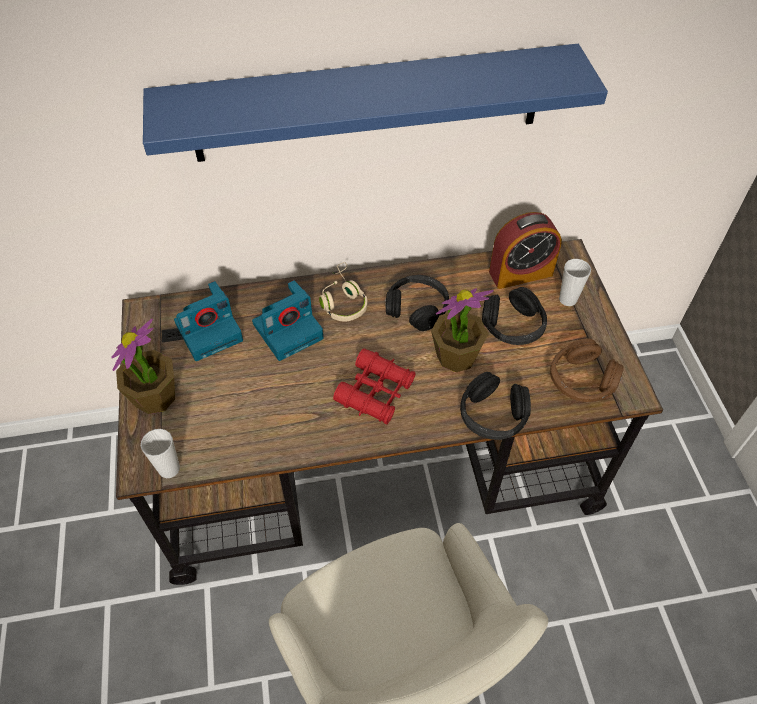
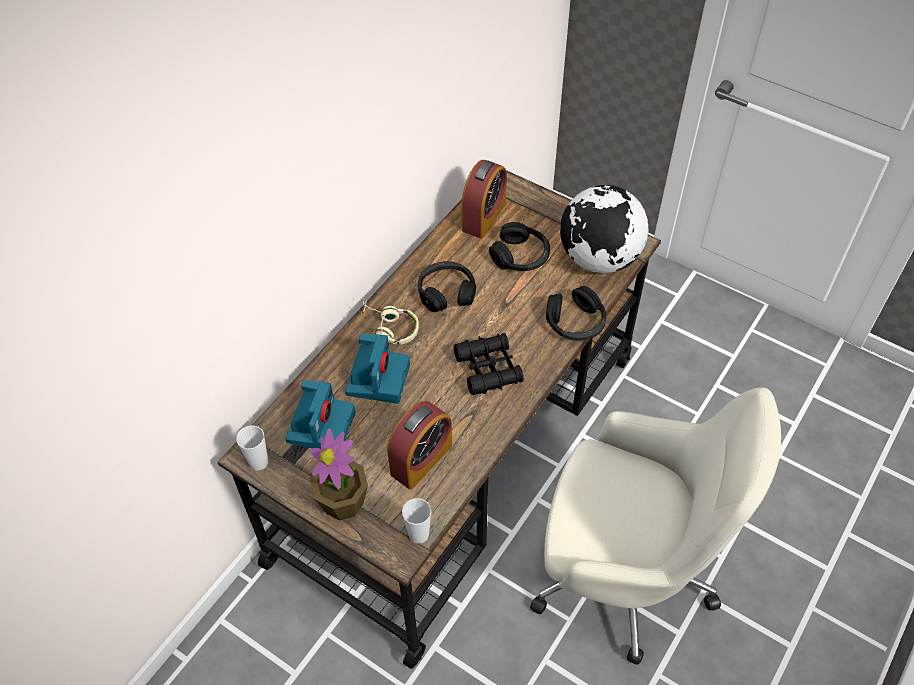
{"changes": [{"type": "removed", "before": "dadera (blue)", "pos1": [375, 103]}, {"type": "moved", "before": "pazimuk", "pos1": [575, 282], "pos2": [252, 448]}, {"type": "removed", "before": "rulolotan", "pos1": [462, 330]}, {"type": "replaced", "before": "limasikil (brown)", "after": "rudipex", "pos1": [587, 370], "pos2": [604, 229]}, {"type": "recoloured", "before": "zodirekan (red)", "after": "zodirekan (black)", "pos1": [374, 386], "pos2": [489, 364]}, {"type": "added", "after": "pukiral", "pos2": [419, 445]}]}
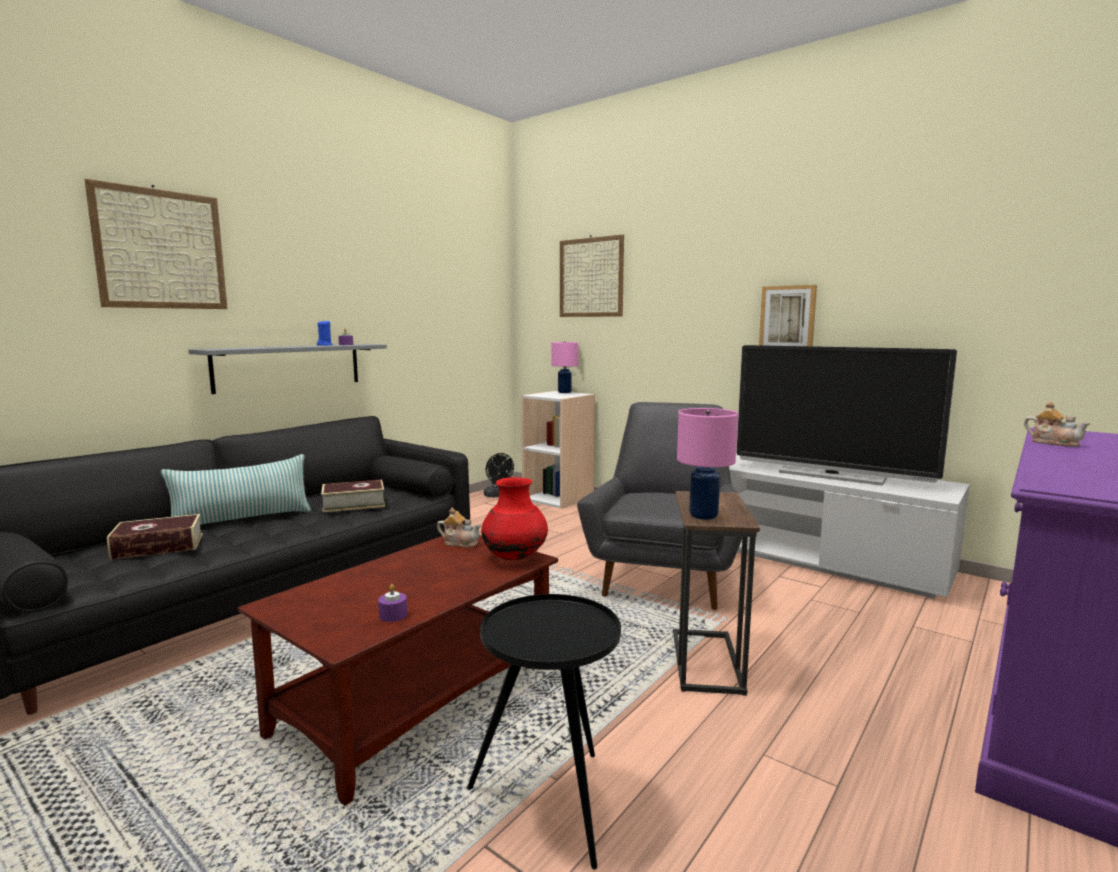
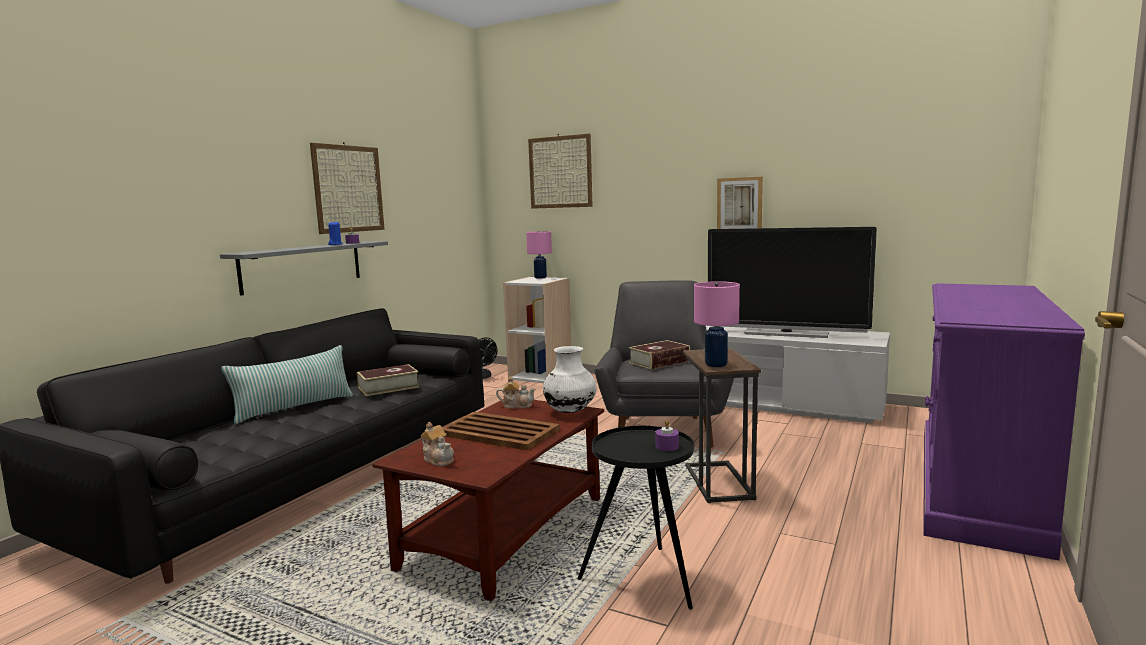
{"changes": [{"type": "moved", "before": "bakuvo", "pos1": [156, 244], "pos2": [347, 188]}, {"type": "moved", "before": "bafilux", "pos1": [1057, 424], "pos2": [437, 444]}, {"type": "recoloured", "before": "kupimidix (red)", "after": "kupimidix (white)", "pos1": [514, 518], "pos2": [570, 379]}, {"type": "moved", "before": "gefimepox", "pos1": [155, 537], "pos2": [659, 355]}, {"type": "moved", "before": "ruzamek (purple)", "pos1": [392, 603], "pos2": [667, 435]}, {"type": "added", "after": "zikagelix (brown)", "pos2": [501, 431]}]}
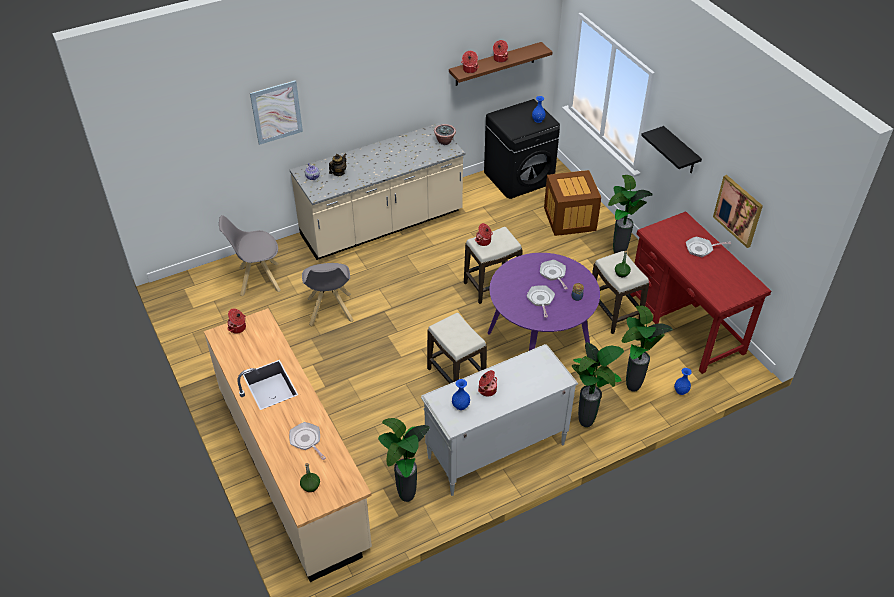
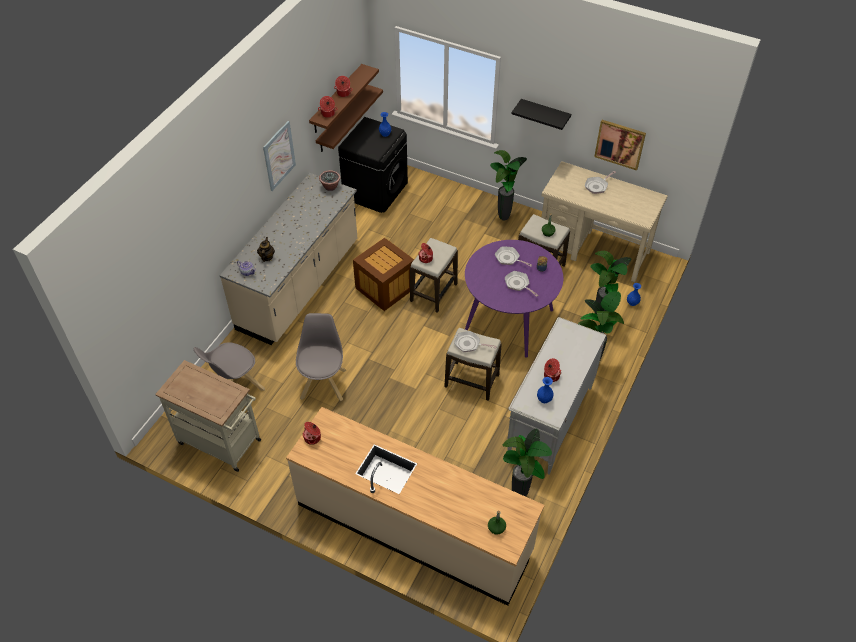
{"changes": [{"type": "moved", "before": "bakuvo", "pos1": [276, 112], "pos2": [279, 156]}, {"type": "moved", "before": "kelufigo", "pos1": [572, 203], "pos2": [383, 274]}, {"type": "recoloured", "before": "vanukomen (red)", "after": "vanukomen (beige)", "pos1": [700, 292], "pos2": [604, 221]}, {"type": "turned", "before": "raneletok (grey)", "pos1": [327, 294], "pos2": [321, 357], "turn": -135}, {"type": "moved", "before": "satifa", "pos1": [307, 441], "pos2": [475, 341]}, {"type": "added", "after": "dadera (brown)", "pos2": [349, 118]}, {"type": "added", "after": "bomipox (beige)", "pos2": [208, 416]}]}
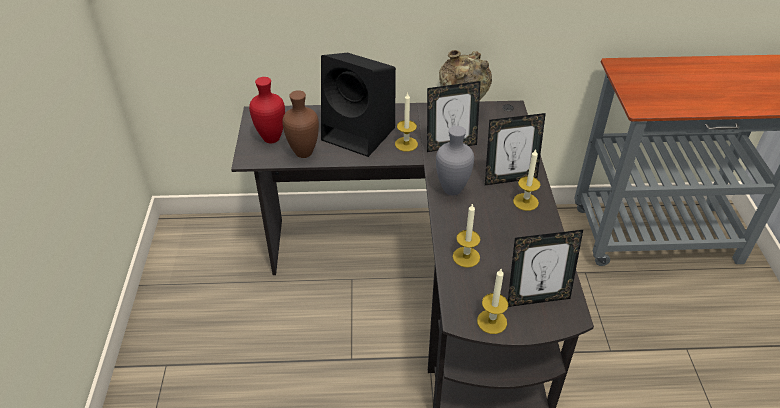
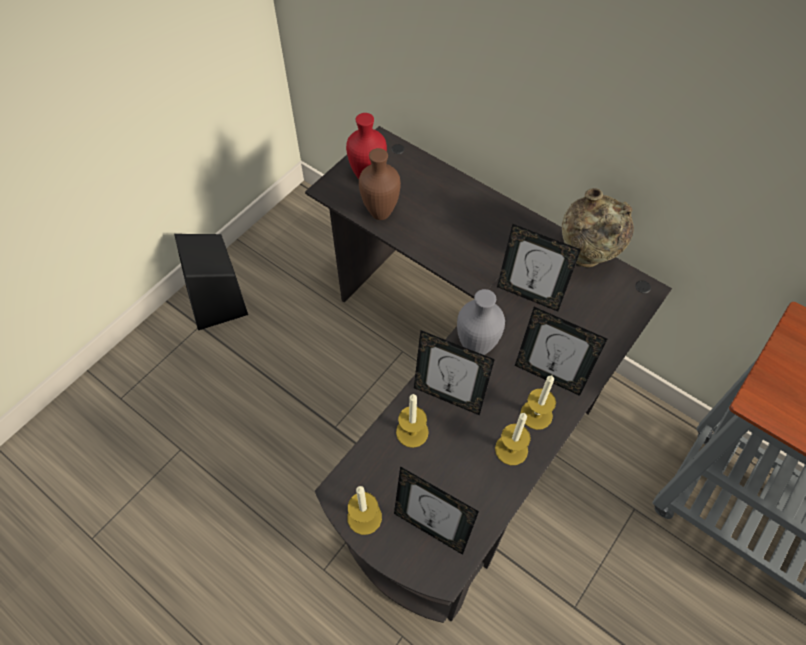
{"changes": [{"type": "moved", "before": "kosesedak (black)", "pos1": [358, 105], "pos2": [211, 282]}, {"type": "moved", "before": "ruzamek", "pos1": [406, 122], "pos2": [513, 438]}, {"type": "added", "after": "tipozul", "pos2": [454, 372]}]}
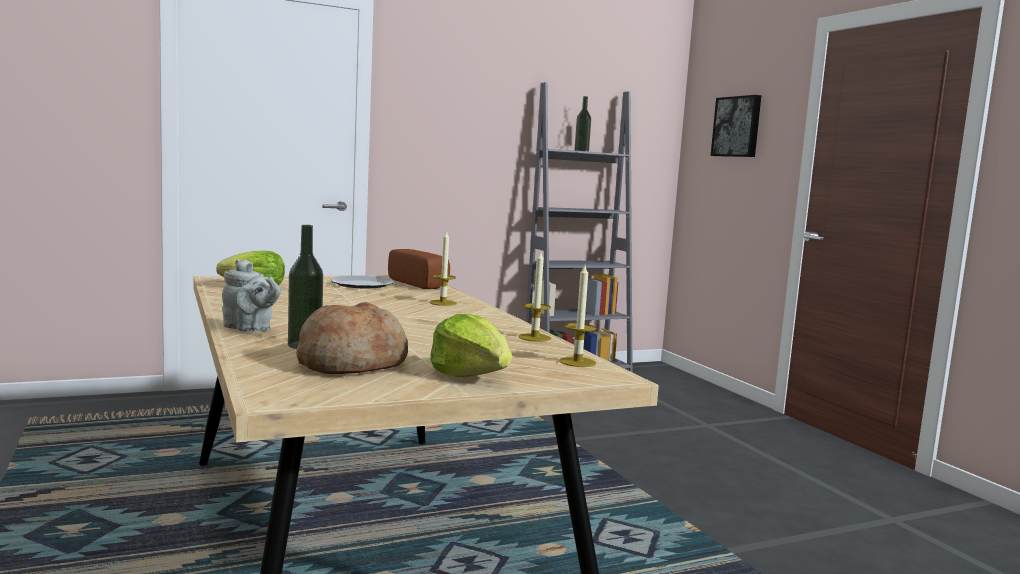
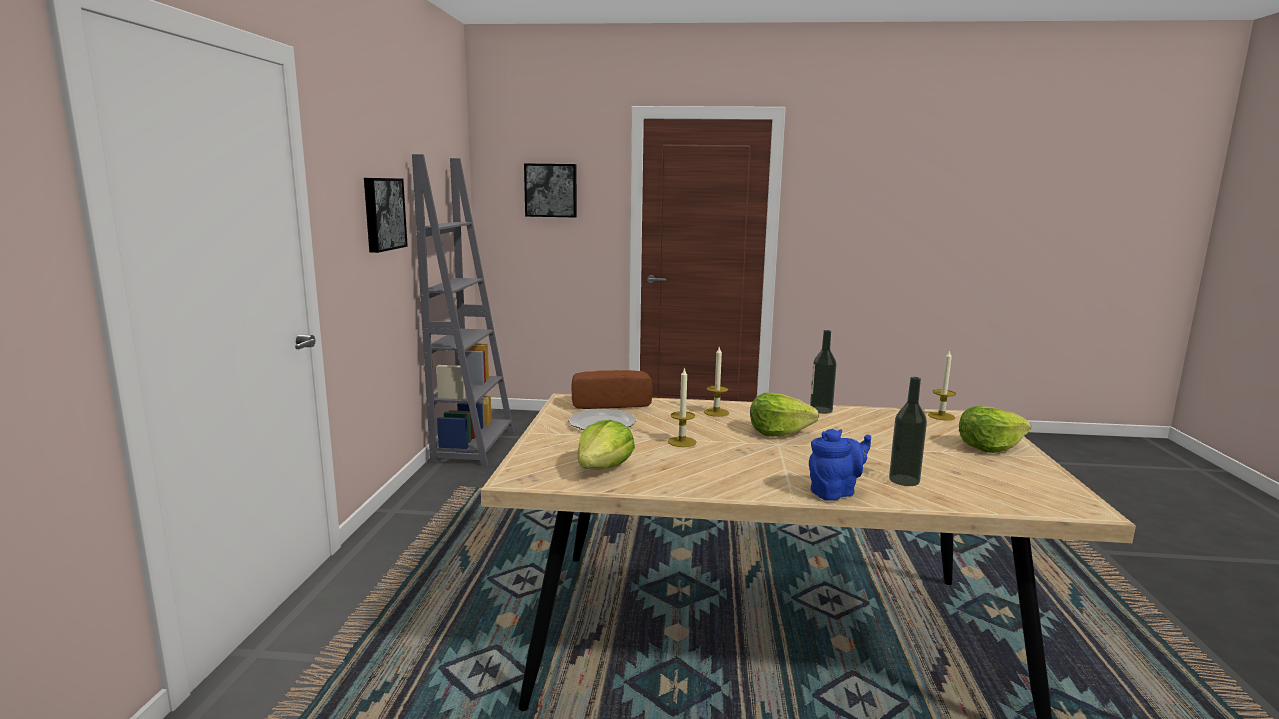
{"changes": [{"type": "moved", "before": "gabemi", "pos1": [582, 123], "pos2": [823, 372]}, {"type": "moved", "before": "ruzamek", "pos1": [535, 296], "pos2": [682, 407]}, {"type": "recoloured", "before": "bafilux (grey)", "after": "bafilux (blue)", "pos1": [251, 295], "pos2": [840, 465]}, {"type": "removed", "before": "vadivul", "pos1": [352, 338]}, {"type": "added", "after": "bakuvo", "pos2": [386, 215]}, {"type": "added", "after": "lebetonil", "pos2": [784, 414]}]}
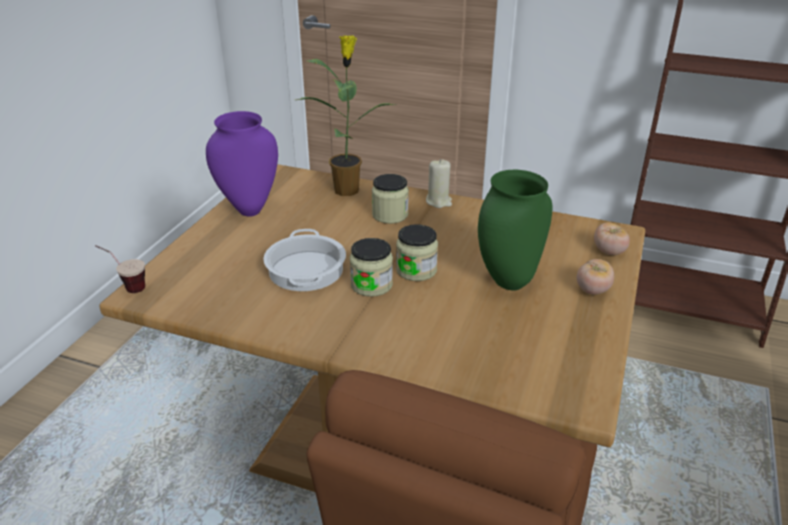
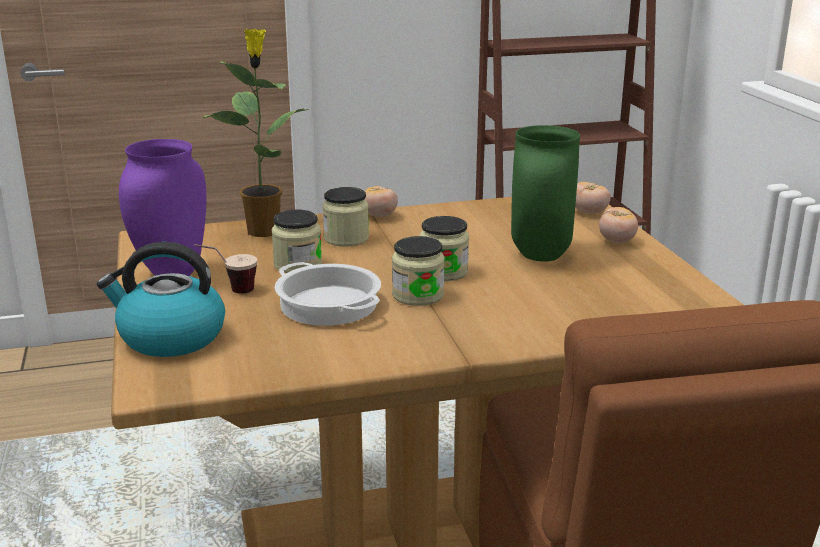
{"changes": [{"type": "replaced", "before": "ruzamek (beige)", "after": "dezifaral", "pos1": [439, 183], "pos2": [381, 202]}, {"type": "moved", "before": "pazimuk", "pos1": [120, 269], "pos2": [226, 269]}, {"type": "added", "after": "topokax", "pos2": [296, 241]}, {"type": "added", "after": "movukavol", "pos2": [161, 299]}]}
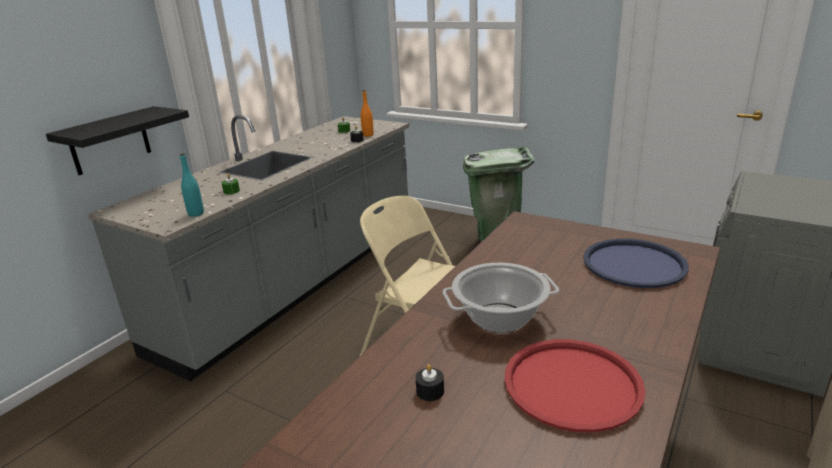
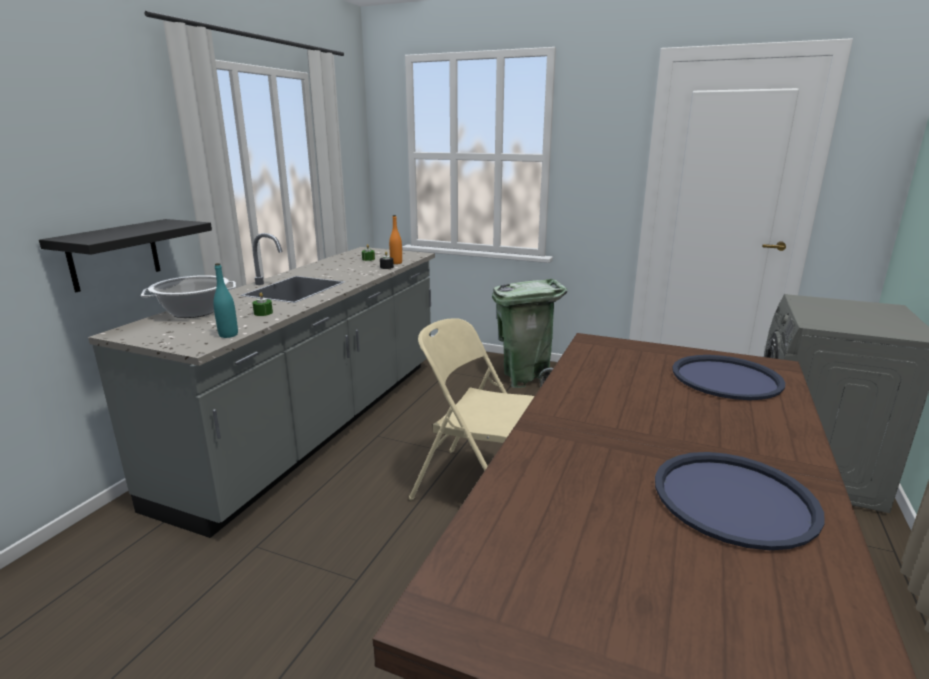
{"changes": [{"type": "moved", "before": "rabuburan", "pos1": [500, 298], "pos2": [188, 296]}, {"type": "recoloured", "before": "zikagelix (red)", "after": "zikagelix (blue)", "pos1": [575, 386], "pos2": [740, 501]}, {"type": "removed", "before": "ruzamek (black)", "pos1": [429, 382]}]}
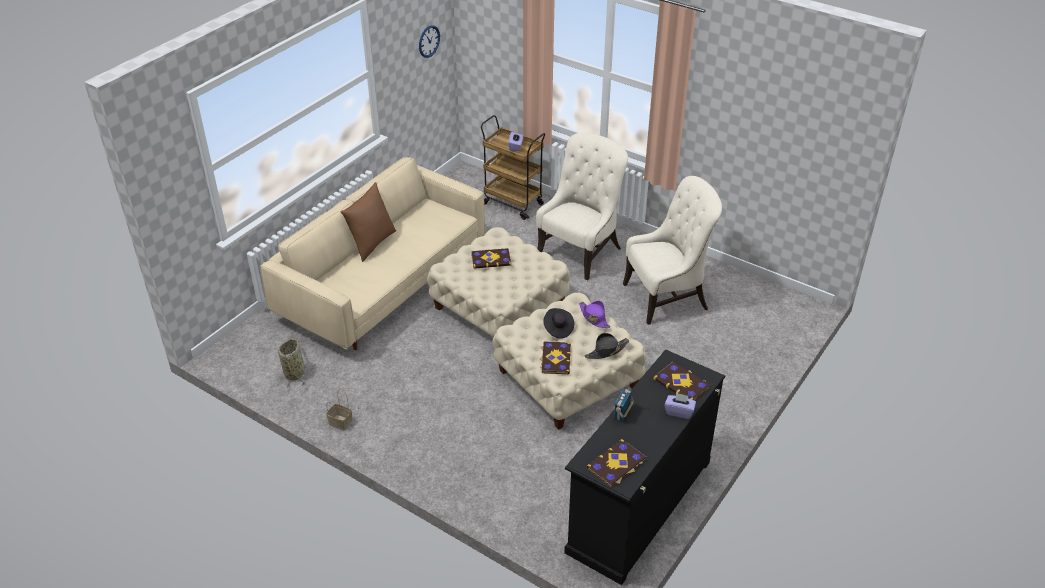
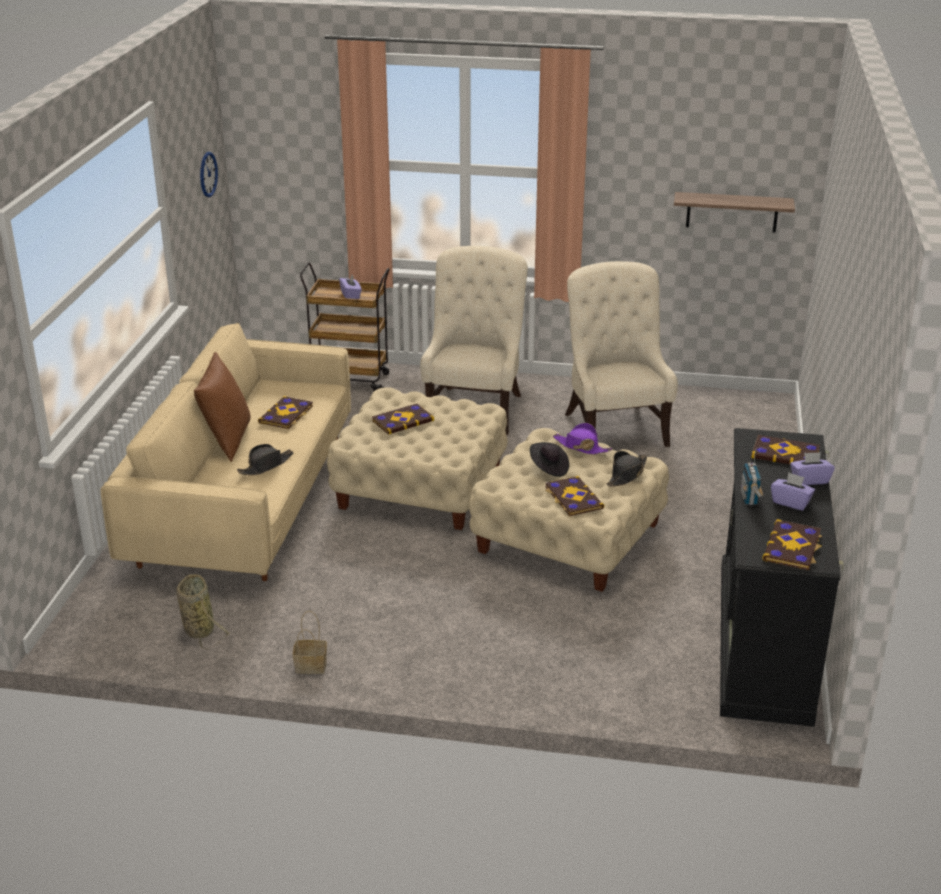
{"changes": [{"type": "turned", "before": "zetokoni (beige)", "pos1": [672, 250], "pos2": [621, 354], "turn": -60}, {"type": "added", "after": "dadera", "pos2": [734, 212]}, {"type": "added", "after": "gefimepox", "pos2": [285, 412]}, {"type": "added", "after": "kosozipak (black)", "pos2": [265, 459]}, {"type": "added", "after": "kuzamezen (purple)", "pos2": [793, 491]}]}
